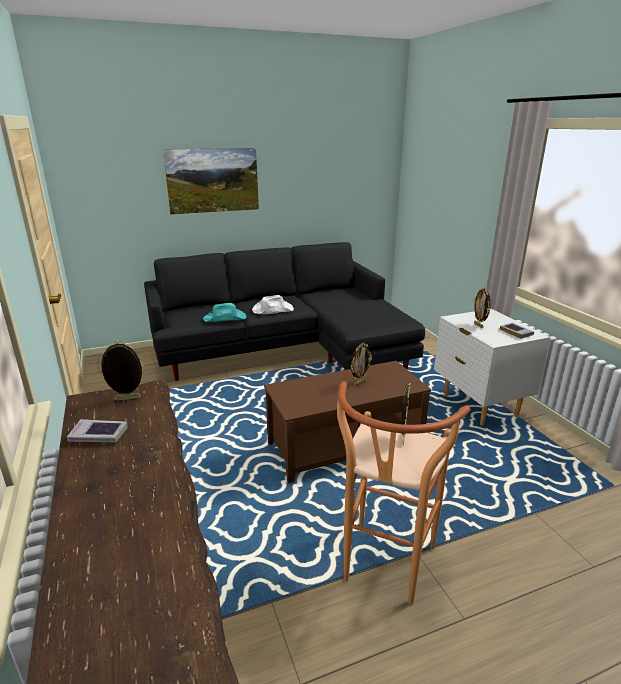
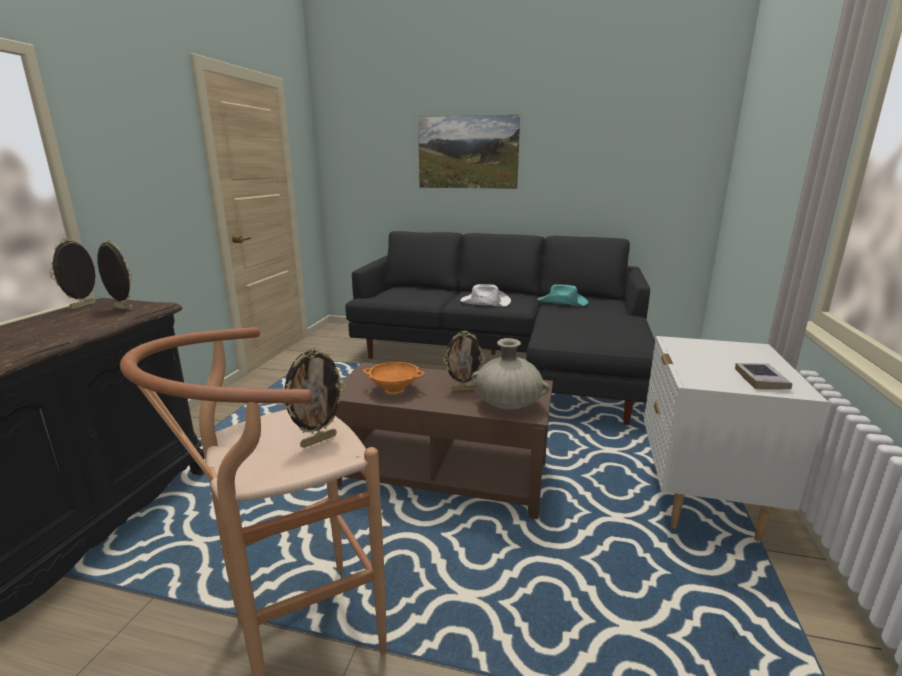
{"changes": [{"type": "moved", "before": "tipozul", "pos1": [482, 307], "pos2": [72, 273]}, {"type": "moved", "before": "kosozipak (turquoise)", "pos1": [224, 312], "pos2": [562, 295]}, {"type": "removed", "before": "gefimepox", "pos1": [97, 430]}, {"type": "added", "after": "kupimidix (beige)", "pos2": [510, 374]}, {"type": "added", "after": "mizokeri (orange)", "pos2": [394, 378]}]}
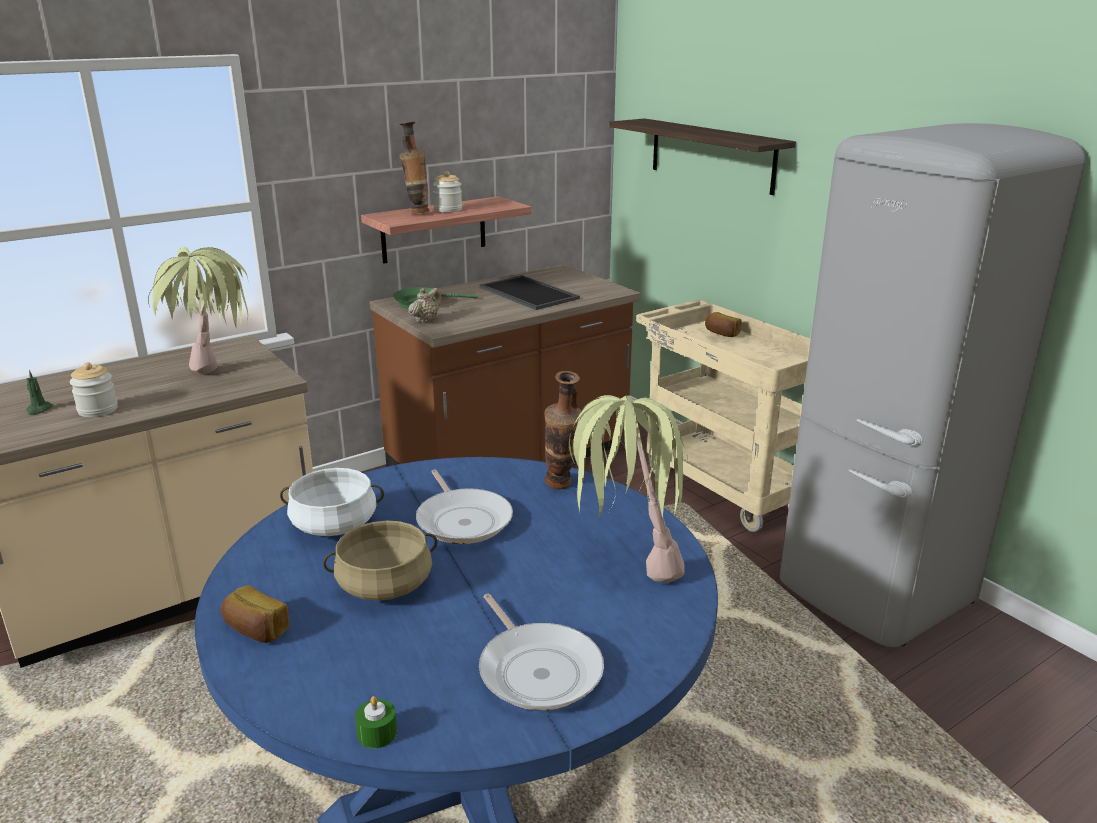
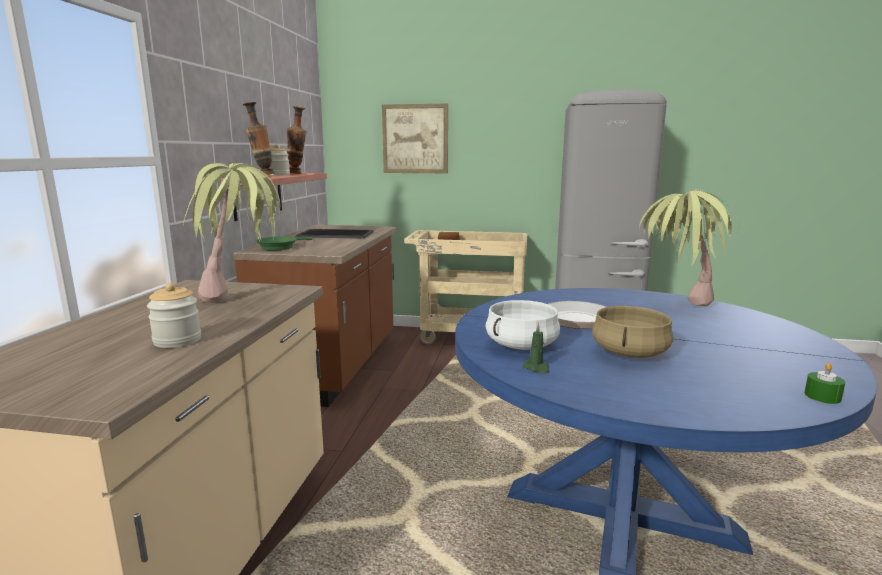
{"changes": [{"type": "replaced", "before": "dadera", "after": "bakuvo", "pos1": [702, 156], "pos2": [415, 138]}, {"type": "removed", "before": "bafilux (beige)", "pos1": [425, 306]}, {"type": "moved", "before": "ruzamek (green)", "pos1": [39, 392], "pos2": [535, 348]}, {"type": "moved", "before": "kupimidix", "pos1": [562, 430], "pos2": [297, 140]}, {"type": "removed", "before": "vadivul", "pos1": [255, 614]}, {"type": "removed", "before": "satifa", "pos1": [541, 652]}]}
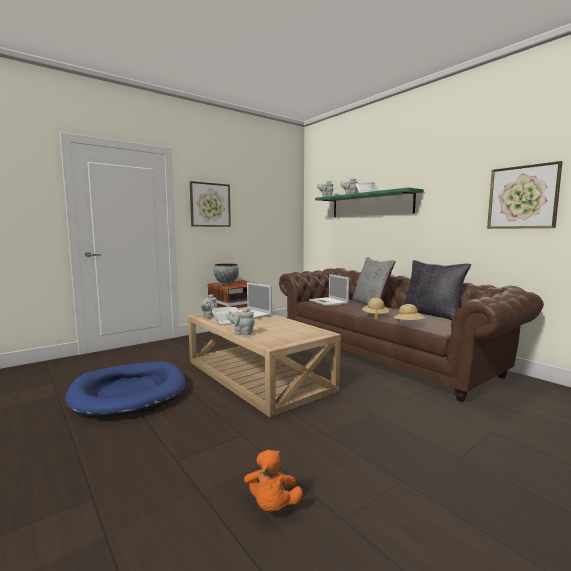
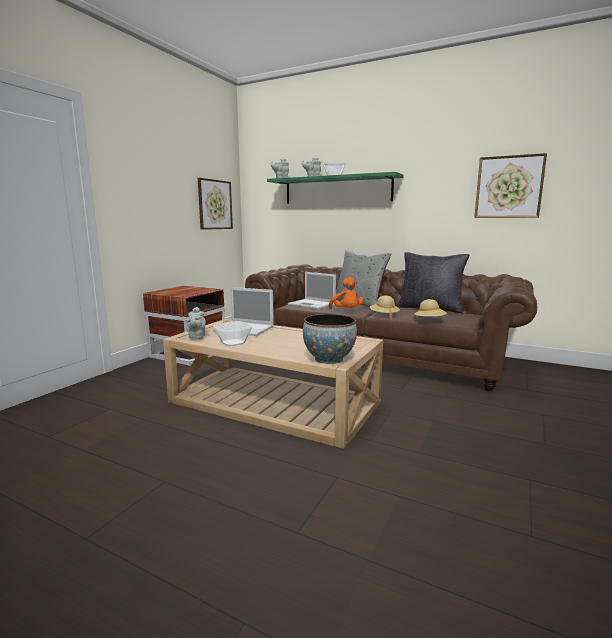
{"changes": [{"type": "moved", "before": "bakuvo", "pos1": [210, 204], "pos2": [215, 204]}, {"type": "moved", "before": "mizokeri", "pos1": [226, 274], "pos2": [330, 339]}, {"type": "removed", "before": "bafilux (grey)", "pos1": [241, 321]}, {"type": "removed", "before": "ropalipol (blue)", "pos1": [126, 390]}, {"type": "moved", "before": "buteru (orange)", "pos1": [273, 481], "pos2": [346, 293]}]}
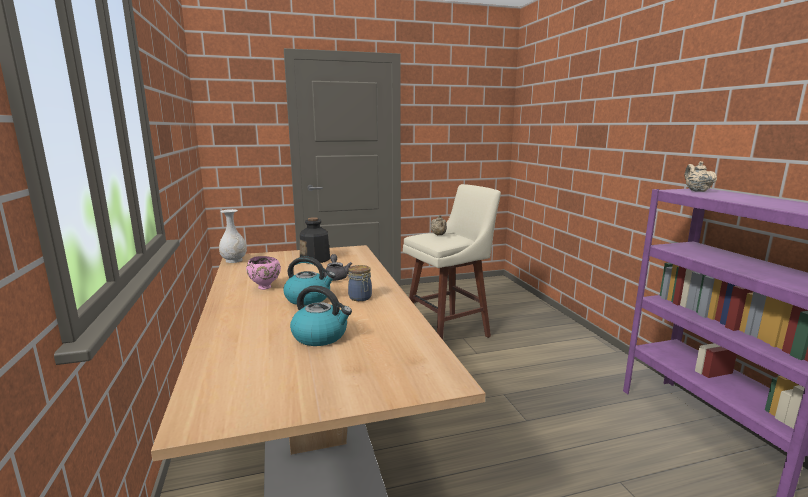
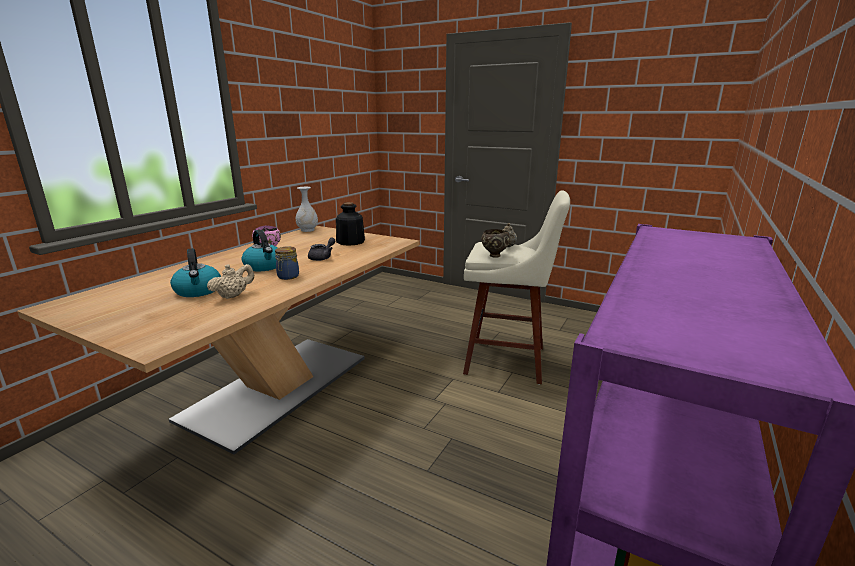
{"changes": [{"type": "moved", "before": "bafilux (beige)", "pos1": [700, 176], "pos2": [230, 281]}, {"type": "added", "after": "mizokeri (brown)", "pos2": [495, 243]}]}
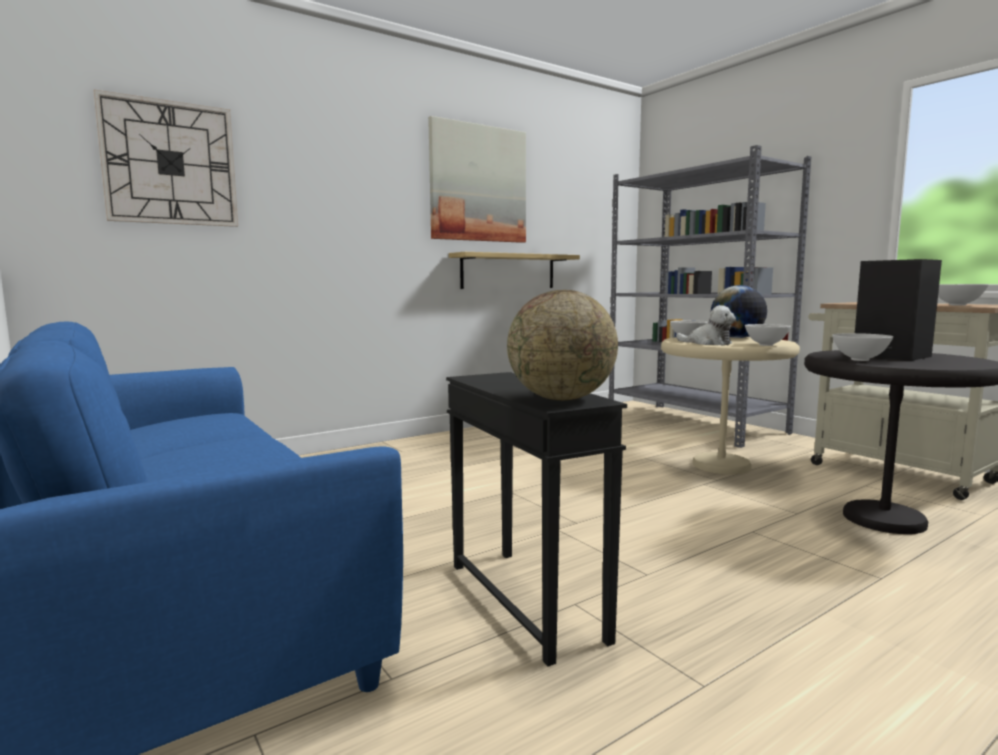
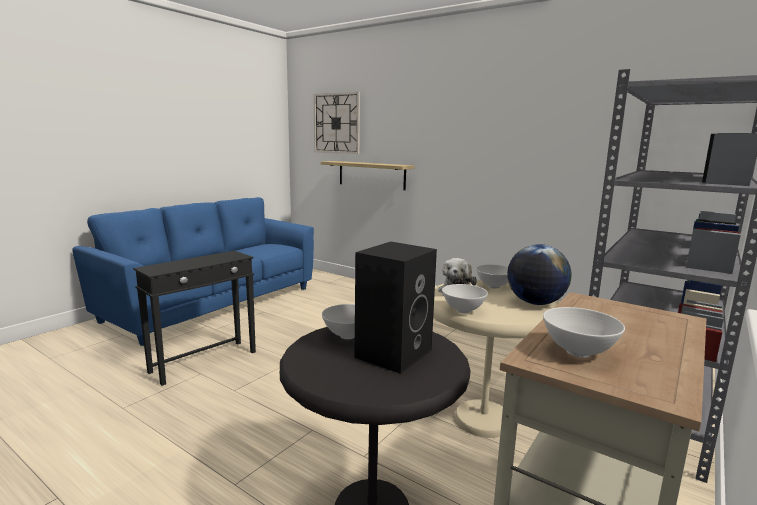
{"changes": [{"type": "removed", "before": "bakuvo", "pos1": [477, 179]}, {"type": "moved", "before": "dadera", "pos1": [514, 270], "pos2": [367, 175]}, {"type": "removed", "before": "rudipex", "pos1": [562, 345]}]}
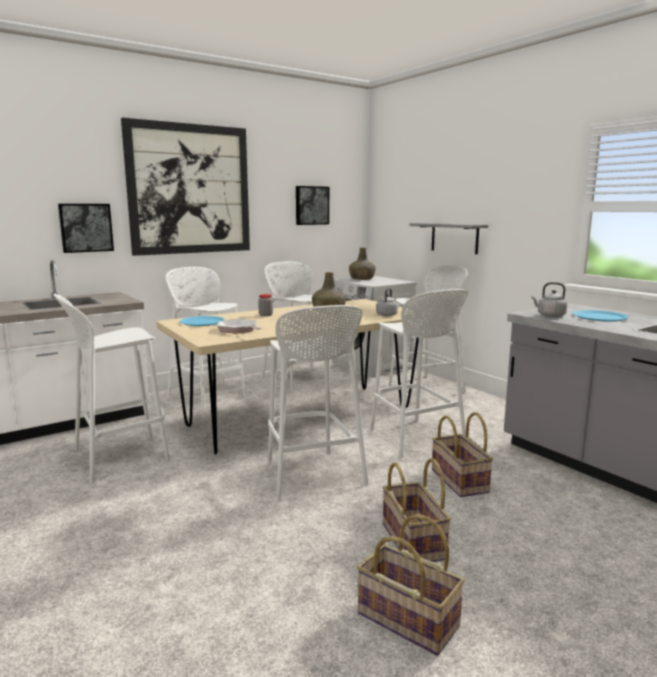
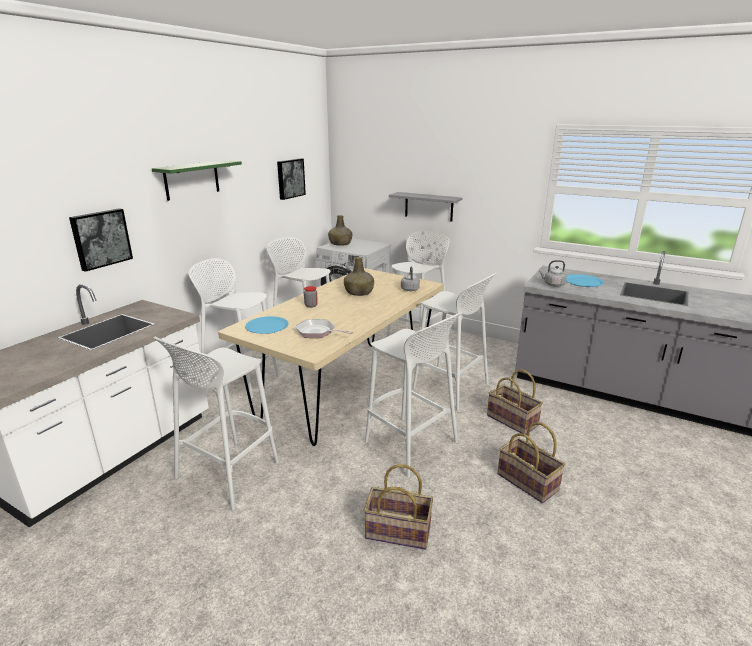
{"changes": [{"type": "replaced", "before": "bakuvo", "after": "dadera (green)", "pos1": [185, 187], "pos2": [197, 180]}, {"type": "moved", "before": "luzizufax", "pos1": [411, 585], "pos2": [398, 507]}]}
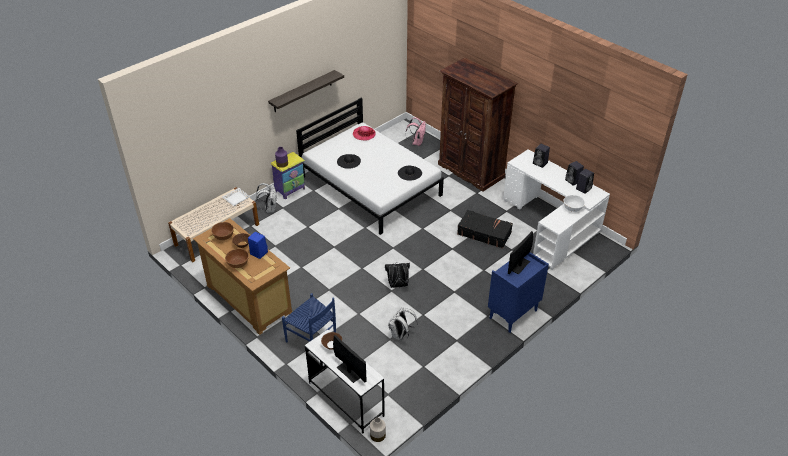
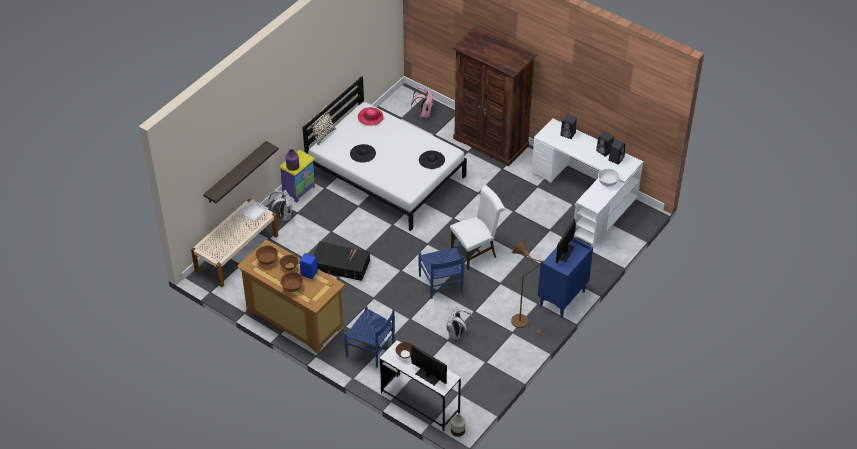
{"changes": [{"type": "moved", "before": "dadera", "pos1": [306, 91], "pos2": [241, 172]}, {"type": "moved", "before": "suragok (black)", "pos1": [485, 229], "pos2": [342, 261]}, {"type": "replaced", "before": "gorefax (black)", "after": "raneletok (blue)", "pos1": [397, 275], "pos2": [441, 271]}, {"type": "added", "after": "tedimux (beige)", "pos2": [322, 125]}, {"type": "added", "after": "raneletok (white)", "pos2": [477, 227]}, {"type": "added", "after": "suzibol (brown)", "pos2": [527, 287]}]}
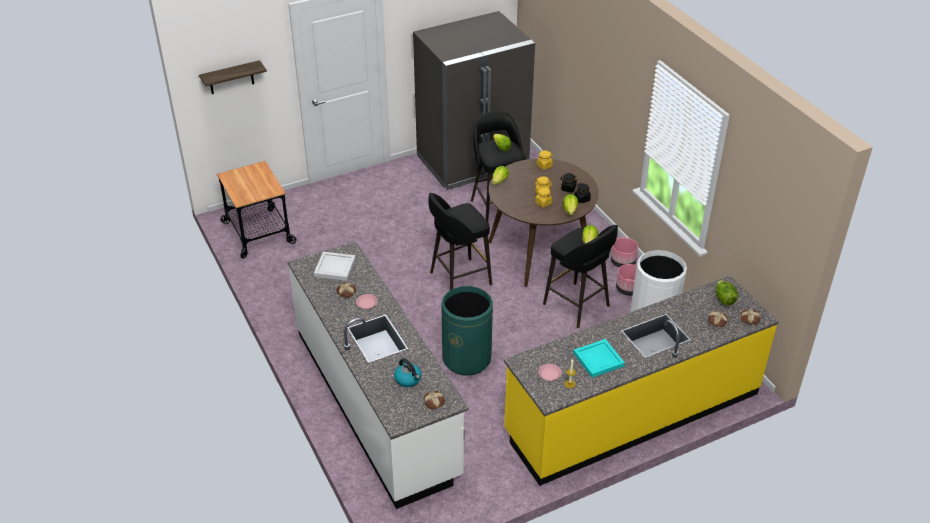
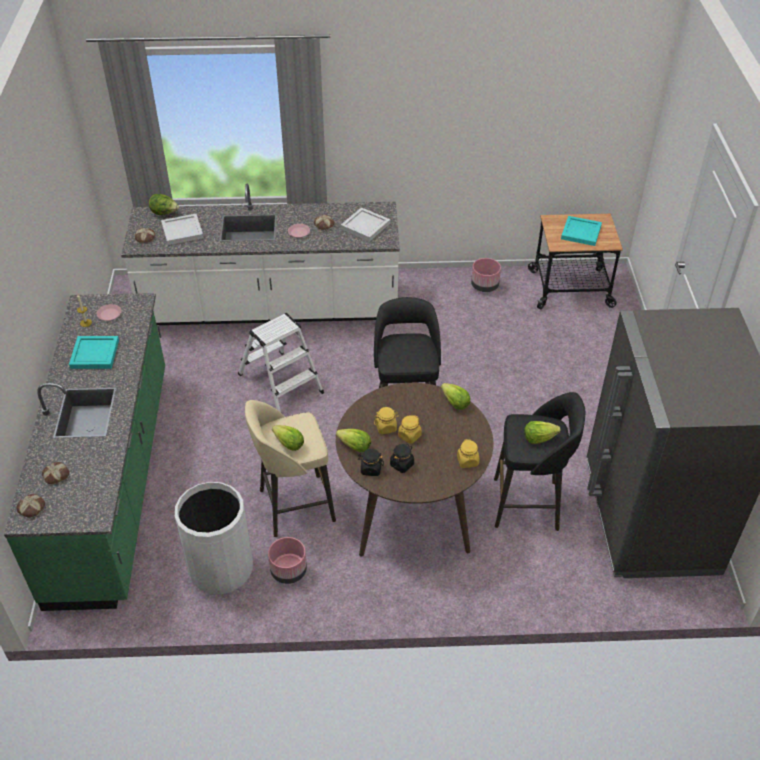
{"changes": [{"type": "removed", "before": "dadera", "pos1": [233, 77]}, {"type": "recoloured", "before": "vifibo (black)", "after": "vifibo (beige)", "pos1": [580, 276], "pos2": [290, 468]}, {"type": "moved", "before": "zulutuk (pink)", "pos1": [624, 253], "pos2": [486, 275]}, {"type": "recoloured", "before": "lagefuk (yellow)", "after": "lagefuk (green)", "pos1": [641, 381], "pos2": [84, 452]}, {"type": "moved", "before": "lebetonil", "pos1": [727, 292], "pos2": [164, 204]}, {"type": "replaced", "before": "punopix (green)", "after": "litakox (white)", "pos1": [467, 330], "pos2": [281, 362]}, {"type": "replaced", "before": "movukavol", "after": "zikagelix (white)", "pos1": [407, 372], "pos2": [182, 229]}, {"type": "added", "after": "zikagelix (turquoise)", "pos2": [581, 231]}]}
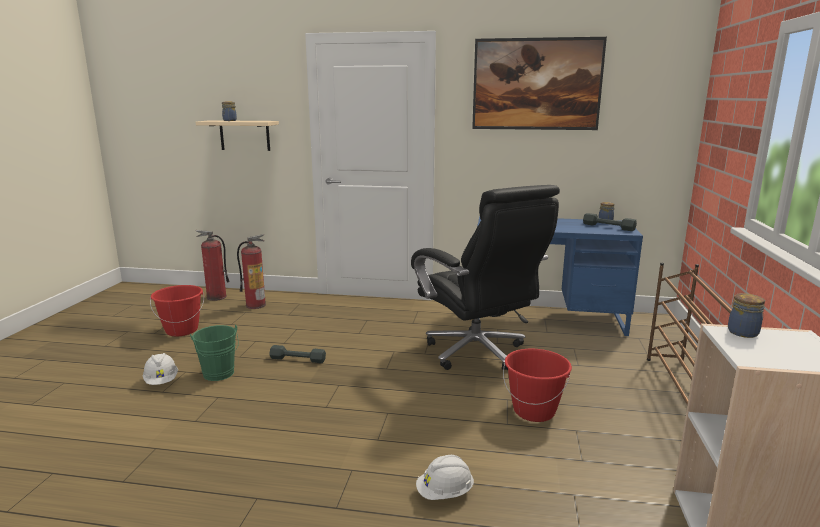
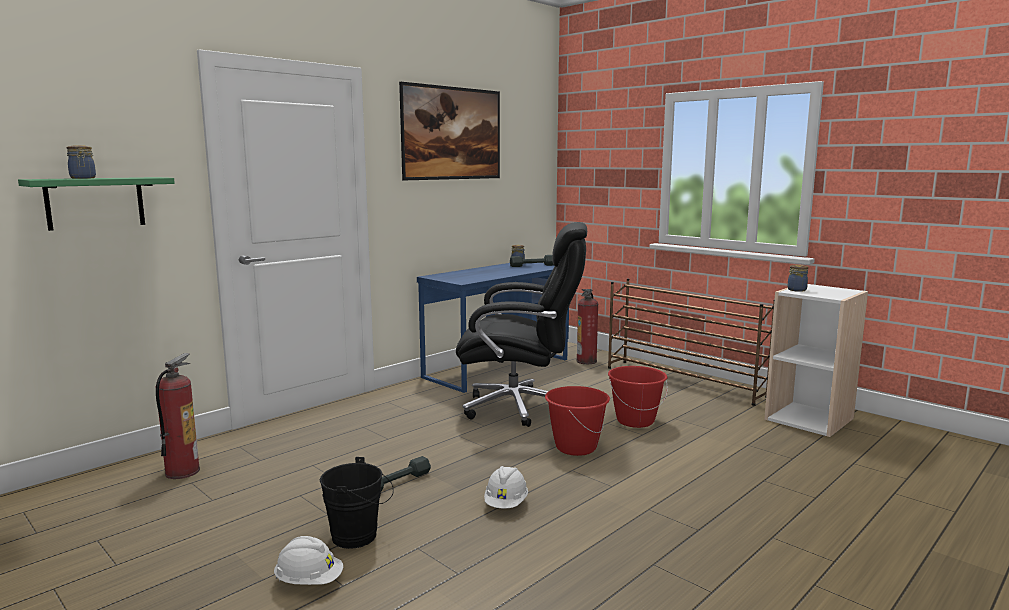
{"changes": [{"type": "recoloured", "before": "dadera (beige)", "after": "dadera (green)", "pos1": [237, 135], "pos2": [96, 204]}, {"type": "moved", "before": "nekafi", "pos1": [212, 265], "pos2": [587, 326]}, {"type": "moved", "before": "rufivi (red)", "pos1": [177, 310], "pos2": [577, 421]}, {"type": "recoloured", "before": "rufivi (green)", "after": "rufivi (black)", "pos1": [214, 352], "pos2": [357, 503]}, {"type": "moved", "before": "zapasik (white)", "pos1": [445, 477], "pos2": [506, 487]}]}
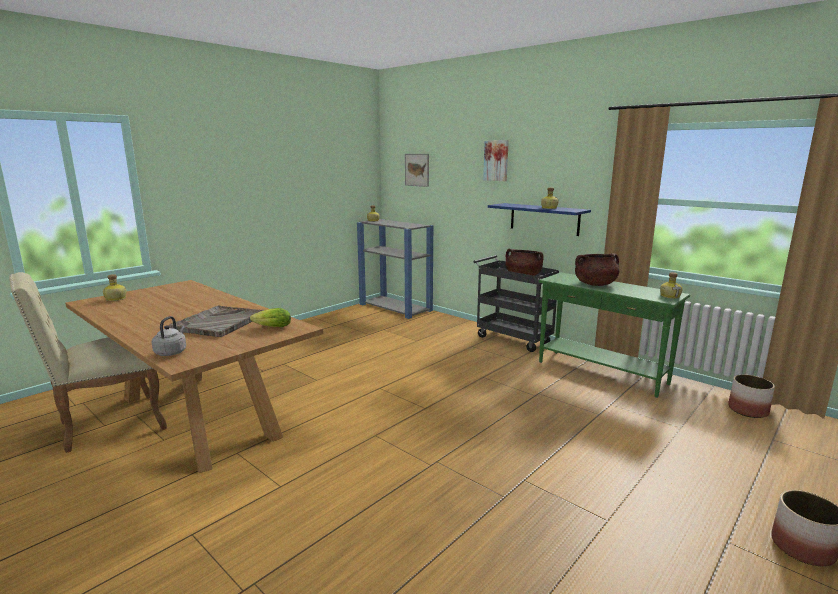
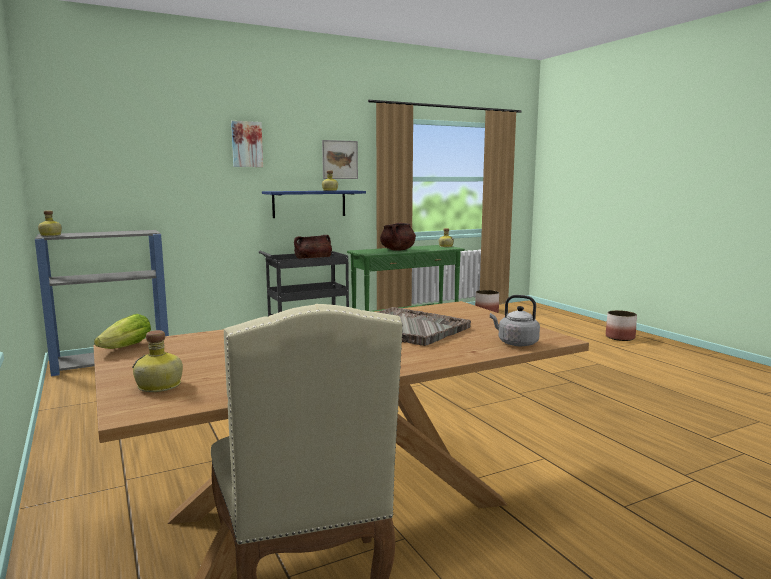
{"changes": [{"type": "moved", "before": "bakuvo", "pos1": [417, 170], "pos2": [340, 159]}, {"type": "moved", "before": "lebetonil", "pos1": [270, 317], "pos2": [122, 331]}]}
